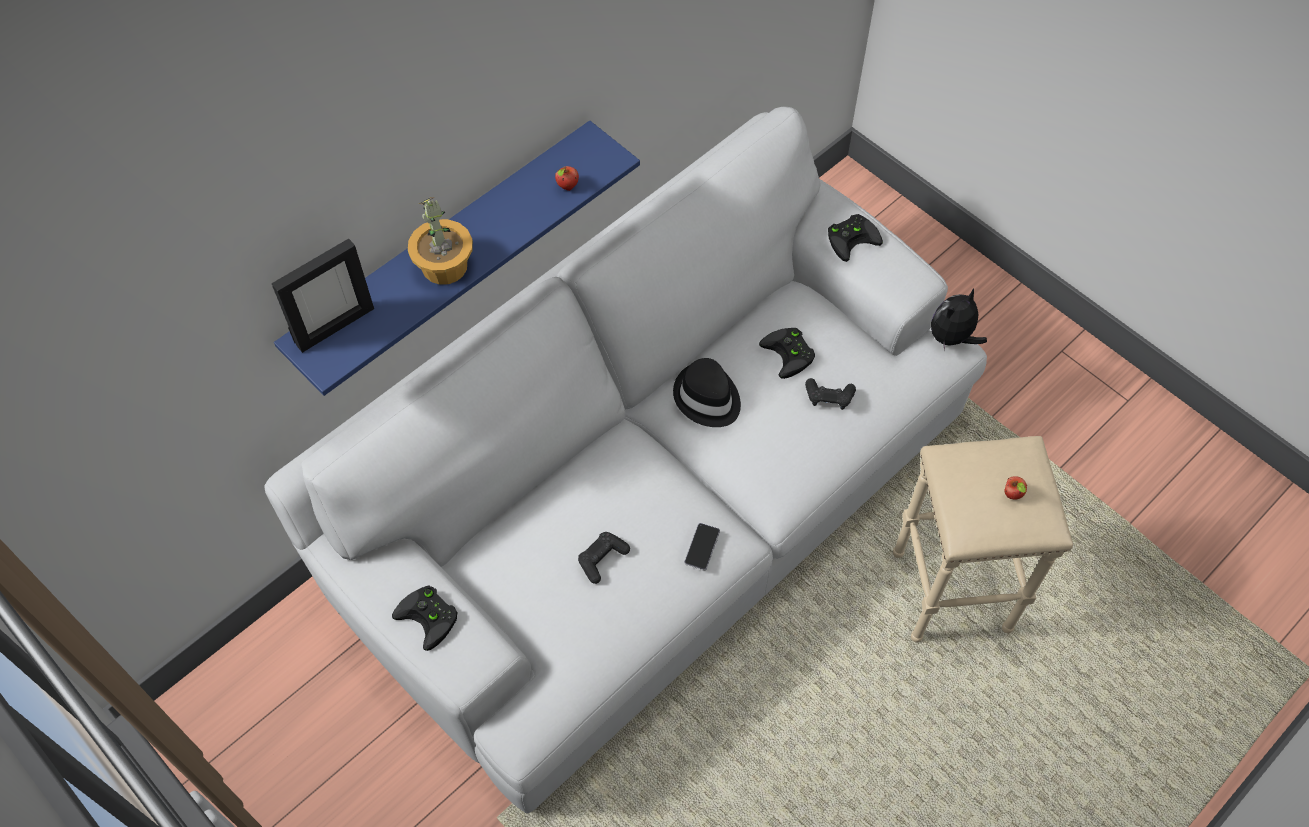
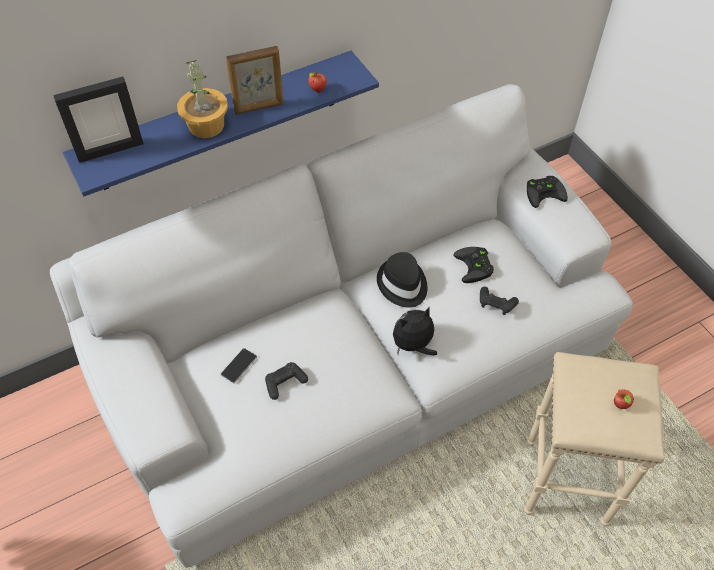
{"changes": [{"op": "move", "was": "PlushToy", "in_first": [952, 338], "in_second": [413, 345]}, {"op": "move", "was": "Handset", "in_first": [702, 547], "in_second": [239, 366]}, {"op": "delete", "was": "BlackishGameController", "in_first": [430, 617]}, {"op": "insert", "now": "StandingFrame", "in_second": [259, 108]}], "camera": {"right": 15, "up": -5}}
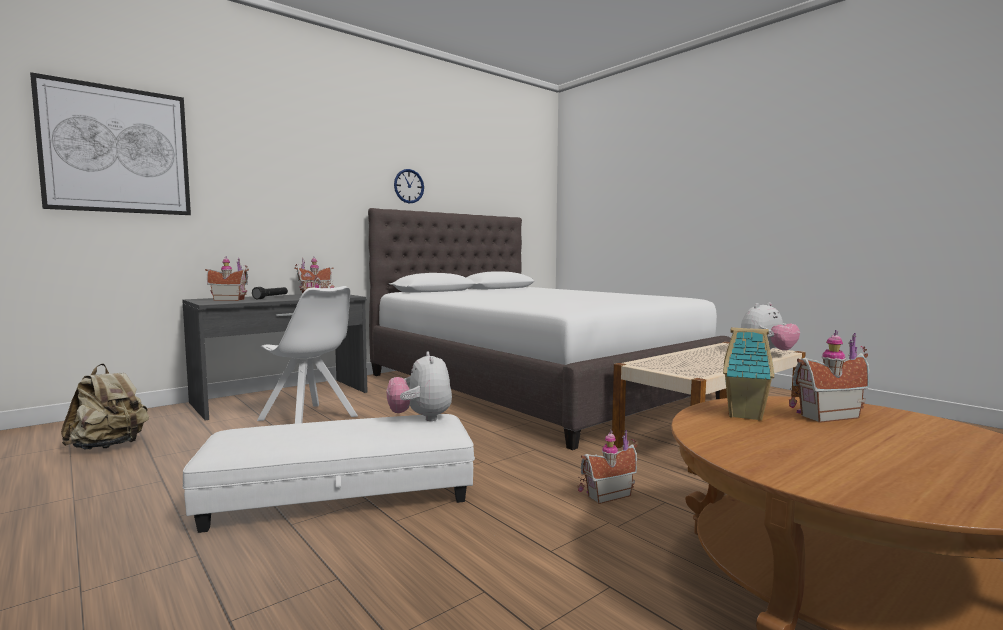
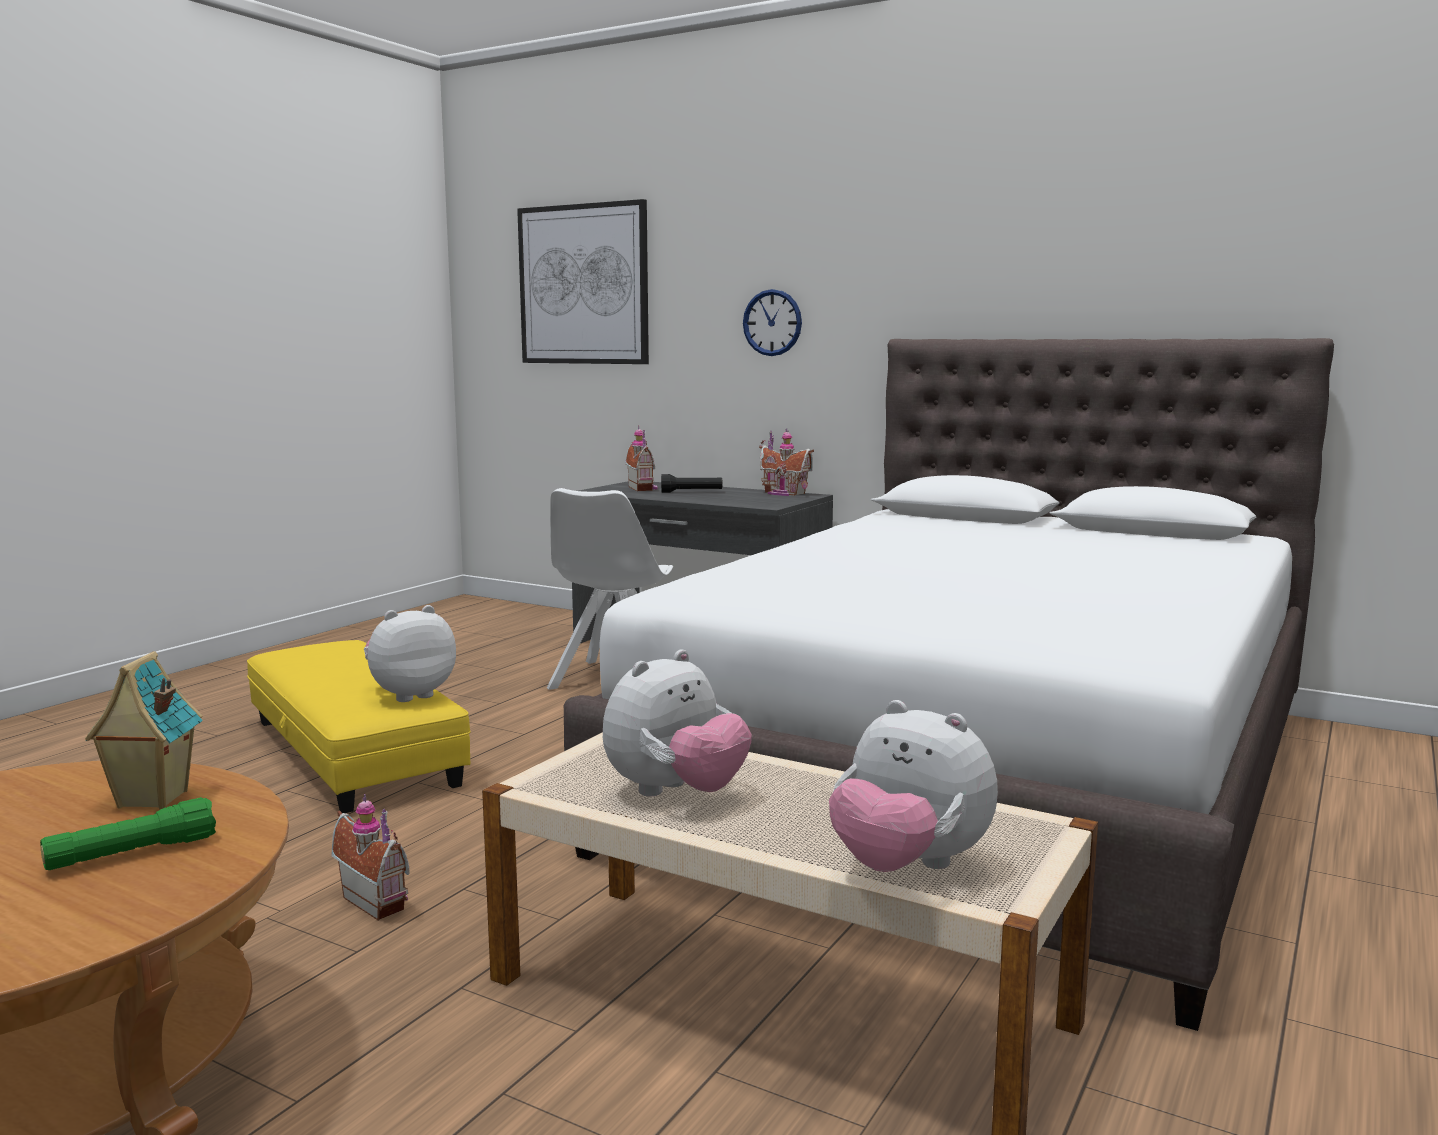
{"changes": [{"op": "move", "was": "WallClock", "in_first": [409, 186], "in_second": [772, 322]}, {"op": "replace", "was": "MiniatureHouse", "now": "GreenFlashlight", "in_first": [824, 415], "in_second": [132, 854]}, {"op": "delete", "was": "SandColouredRucksack", "in_first": [109, 446]}, {"op": "recolor", "was": "WhiteColouredOttoman", "now": "YellowOttoman", "in_first": [341, 495], "in_second": [353, 752]}, {"op": "insert", "now": "PlushToy", "in_second": [676, 793]}], "camera": {"right": 70, "up": 5}}
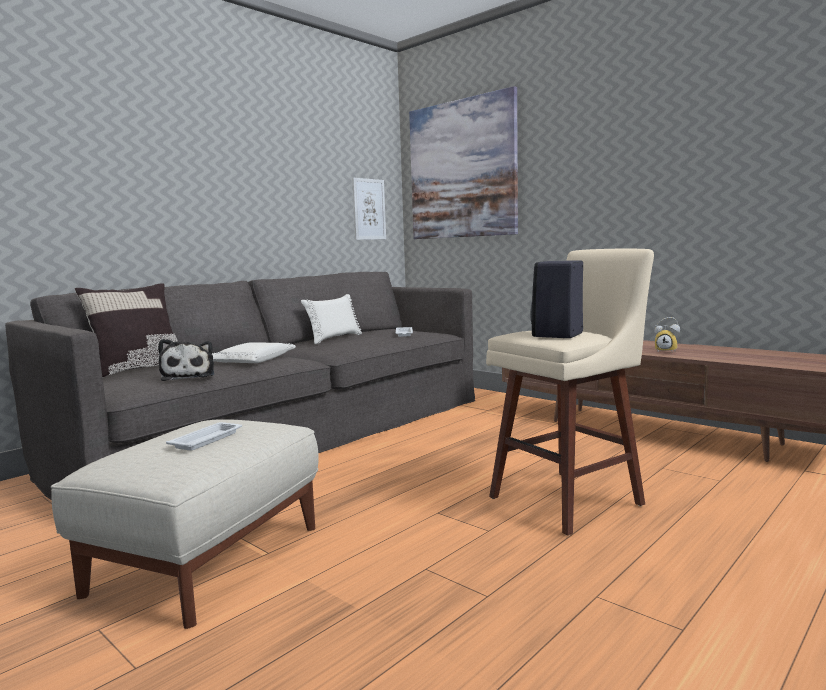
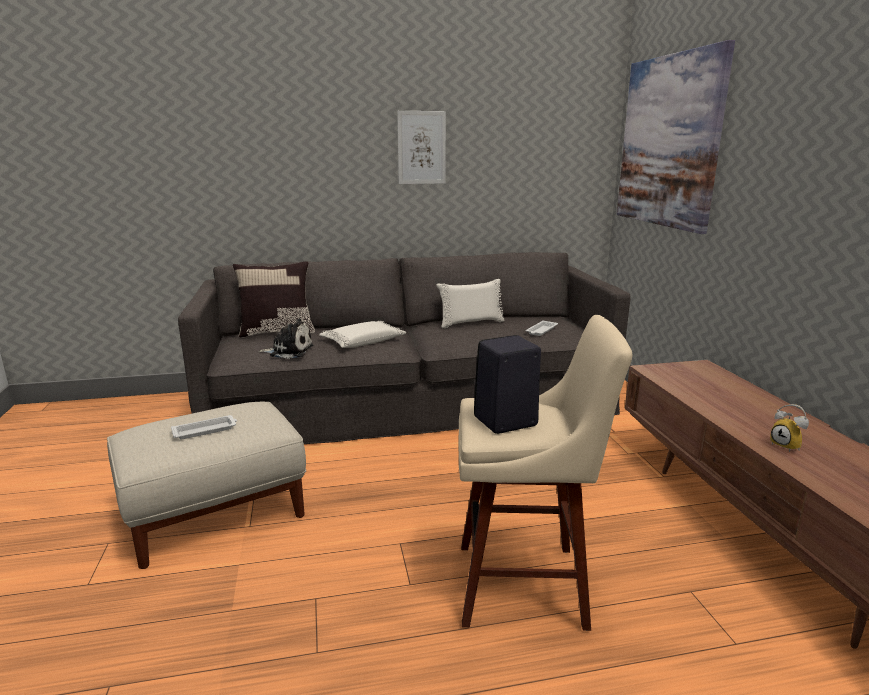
{"changes": [{"op": "move", "was": "WallPicture", "in_first": [369, 209], "in_second": [421, 148]}, {"op": "rotate", "was": "PlushToy", "in_first": [188, 376], "in_second": [289, 351], "clockwise": -105}], "camera": {"right": 35, "up": 10}}
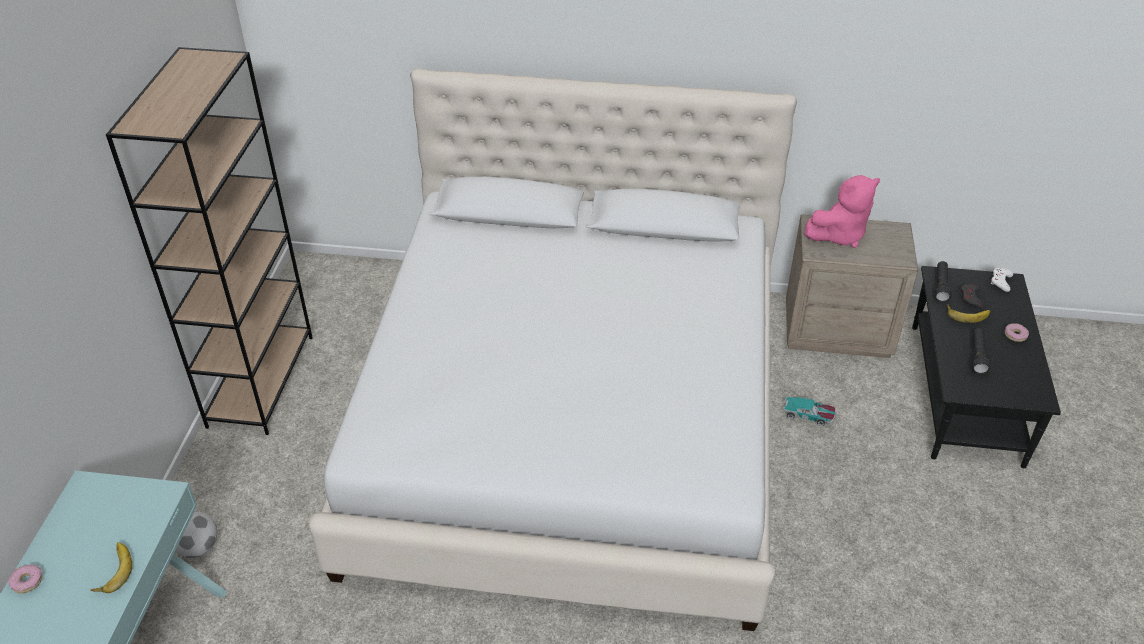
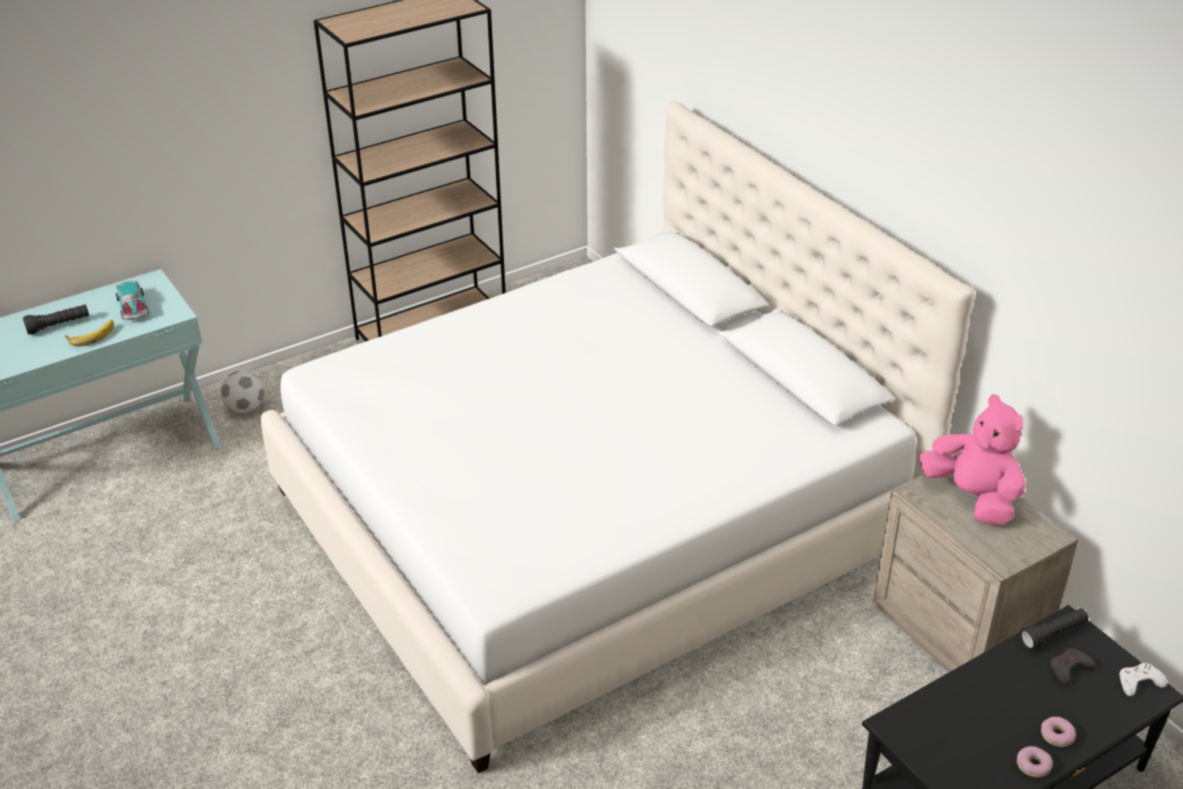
{"changes": [{"op": "rotate", "was": "PinkishPlushToy", "in_first": [839, 235], "in_second": [972, 498], "clockwise": -150}, {"op": "delete", "was": "BananaFruit", "in_first": [967, 314]}, {"op": "move", "was": "BlackishFlashlight", "in_first": [977, 356], "in_second": [58, 325]}, {"op": "move", "was": "MiniatureCar", "in_first": [808, 415], "in_second": [133, 307]}, {"op": "move", "was": "RingDoughnut", "in_first": [27, 581], "in_second": [1033, 765]}], "camera": {"right": 50, "up": -5}}
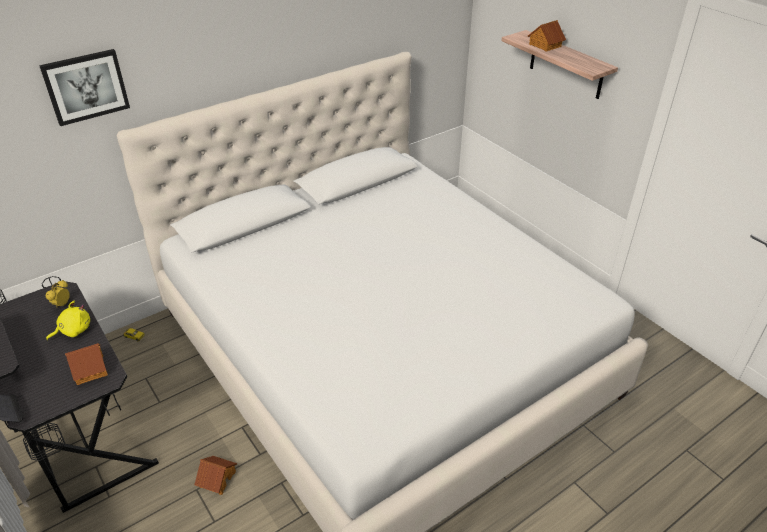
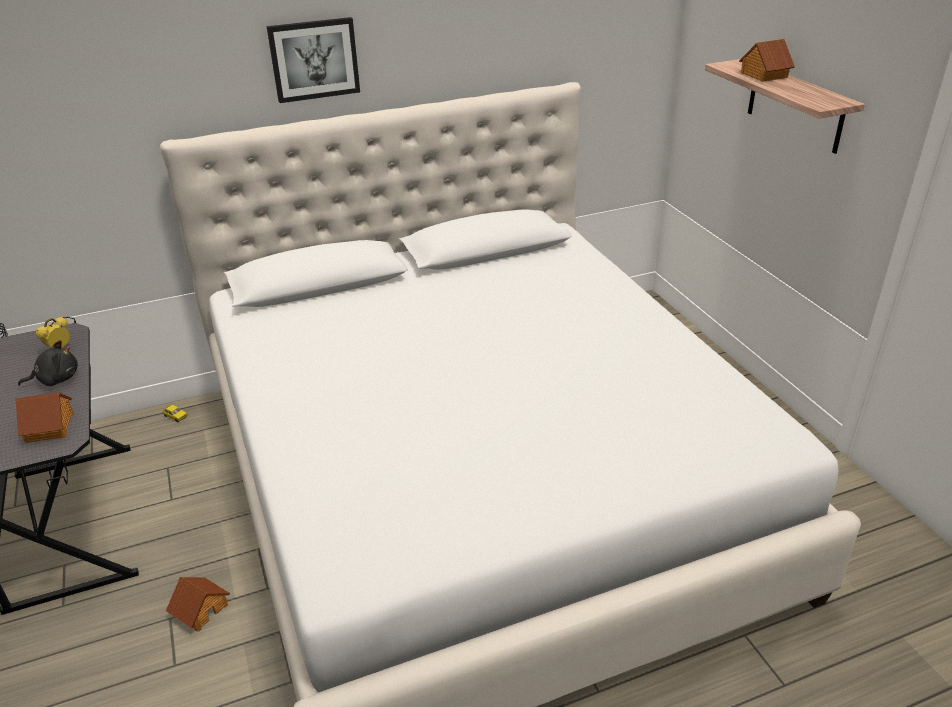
{"changes": [{"op": "move", "was": "WallPicture", "in_first": [86, 86], "in_second": [314, 59]}, {"op": "recolor", "was": "YellowPlushToy", "now": "BlackishPlushToy", "in_first": [73, 330], "in_second": [56, 379]}], "camera": {"right": 15, "up": -5}}
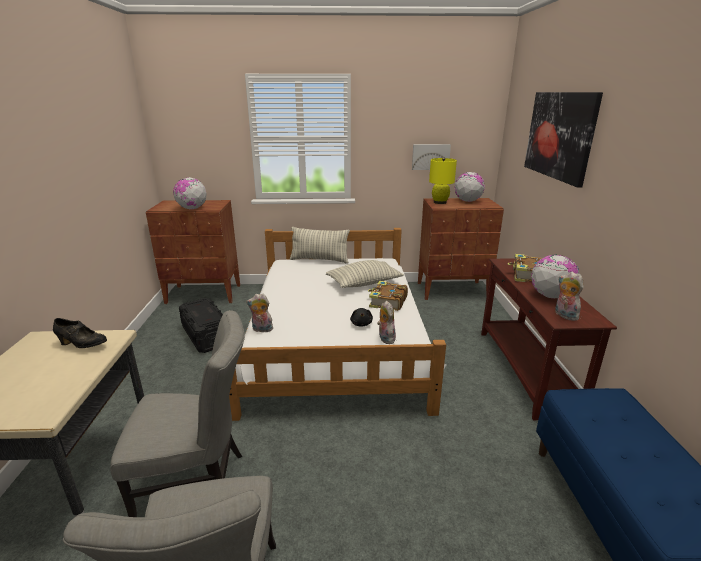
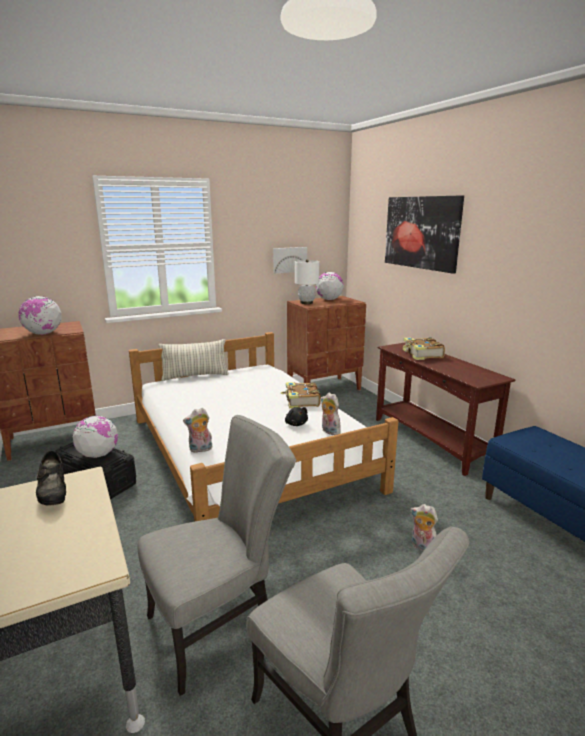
{"changes": [{"op": "recolor", "was": "YellowTableLamp", "now": "WhiteColouredTableLamp", "in_first": [440, 202], "in_second": [306, 303]}, {"op": "move", "was": "WorldGlobe", "in_first": [550, 296], "in_second": [98, 455]}, {"op": "delete", "was": "Pillow", "in_first": [364, 283]}, {"op": "move", "was": "PlushToy", "in_first": [564, 315], "in_second": [422, 547]}, {"op": "rotate", "was": "BlackishShoe", "in_first": [82, 345], "in_second": [53, 494], "clockwise": 75}], "camera": {"right": -25, "up": -5}}
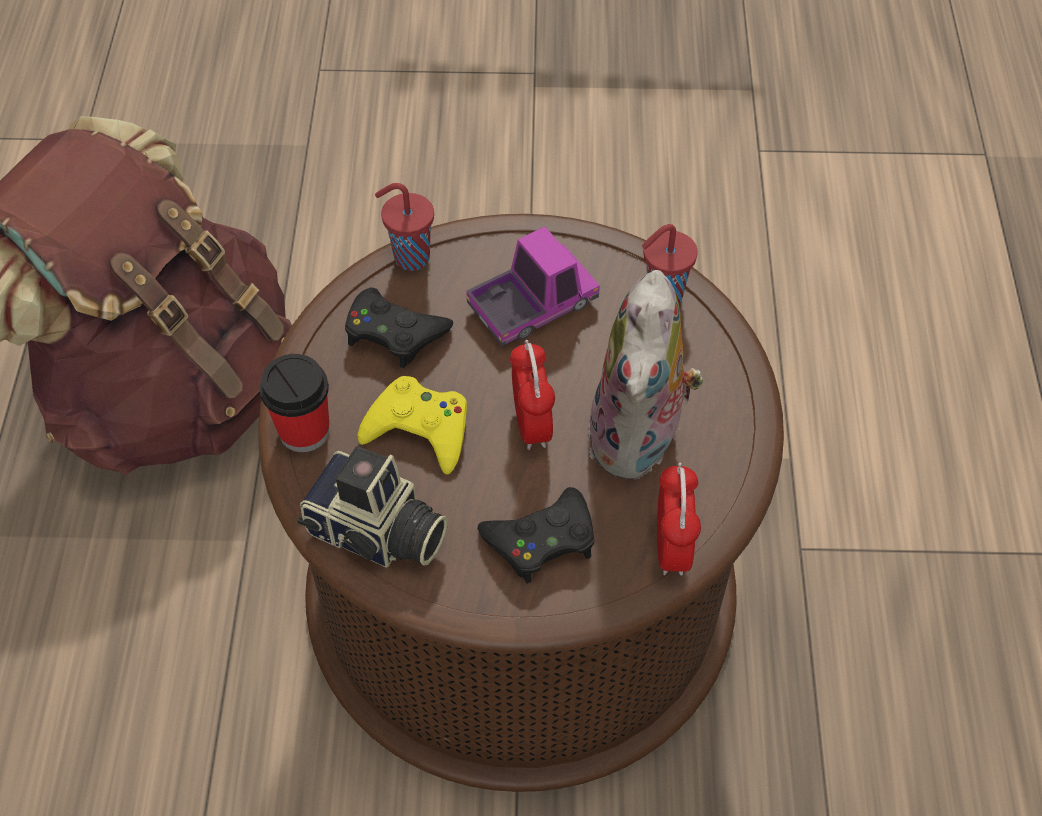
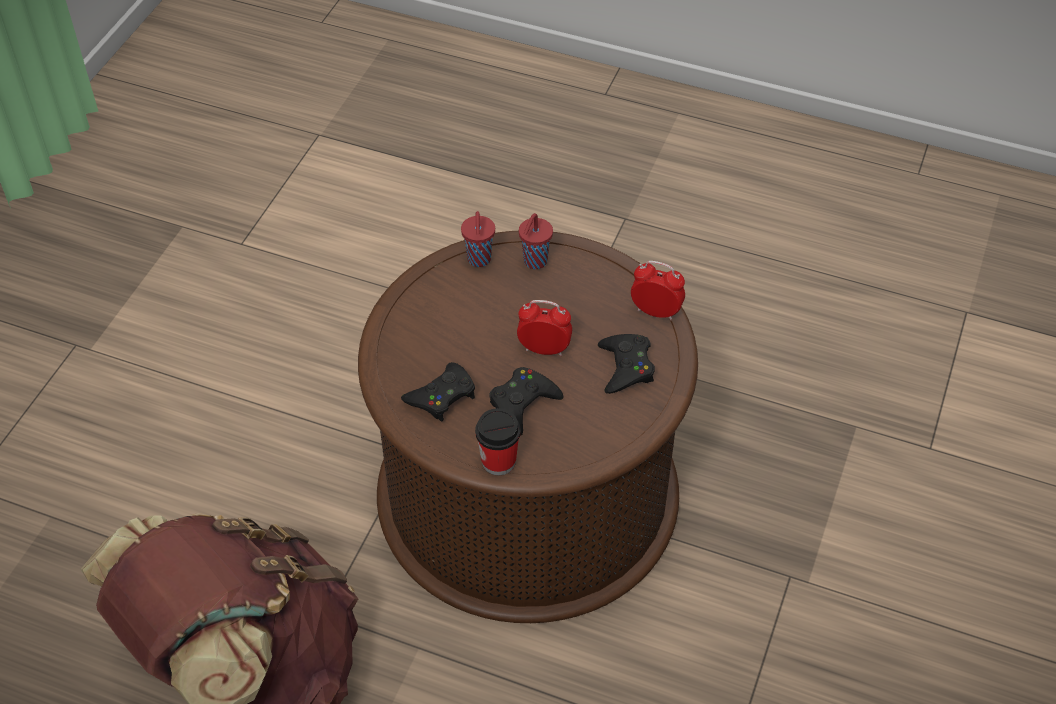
{"changes": [{"op": "move", "was": "ReddishCup", "in_first": [409, 257], "in_second": [534, 262]}, {"op": "delete", "was": "ModelTruck", "in_first": [532, 305]}, {"op": "delete", "was": "PlushToy", "in_first": [639, 439]}, {"op": "recolor", "was": "YellowGameController", "now": "BlackishGameController", "in_first": [419, 430], "in_second": [523, 404]}, {"op": "delete", "was": "StillCamera", "in_first": [376, 535]}], "camera": {"right": -70, "up": -5}}
